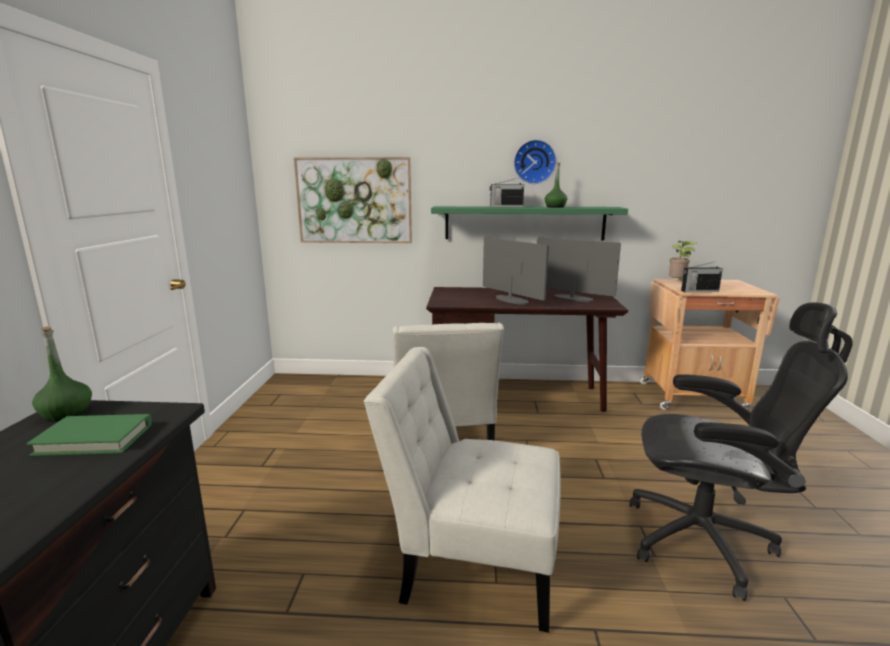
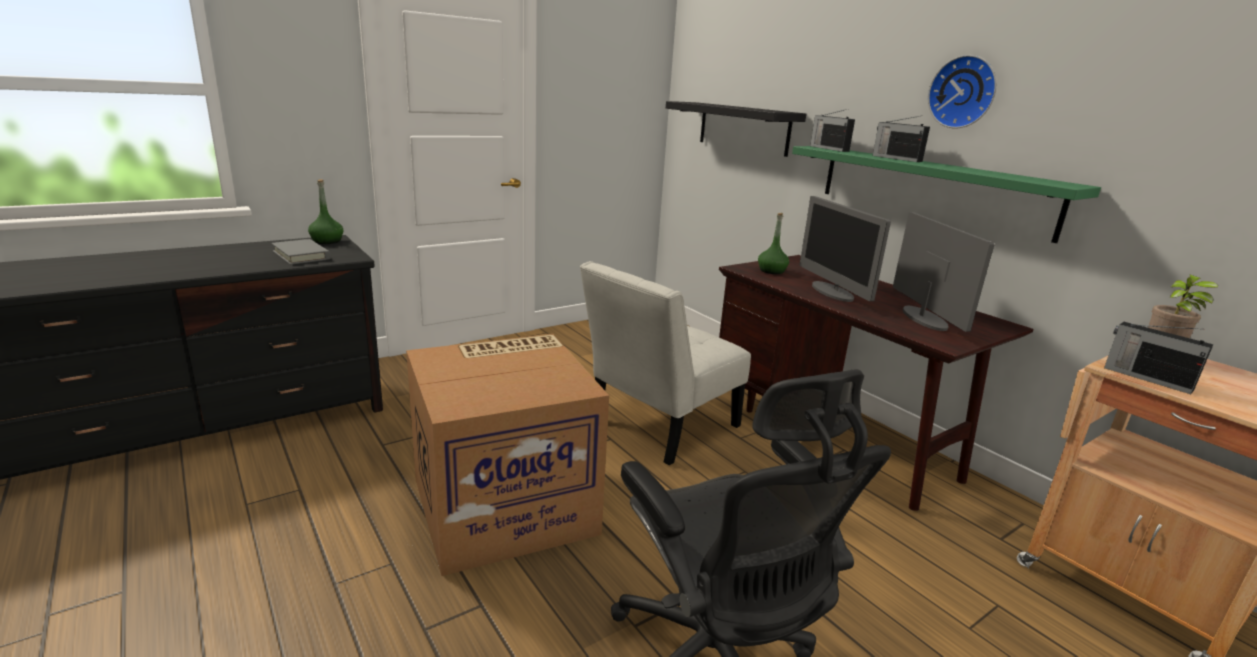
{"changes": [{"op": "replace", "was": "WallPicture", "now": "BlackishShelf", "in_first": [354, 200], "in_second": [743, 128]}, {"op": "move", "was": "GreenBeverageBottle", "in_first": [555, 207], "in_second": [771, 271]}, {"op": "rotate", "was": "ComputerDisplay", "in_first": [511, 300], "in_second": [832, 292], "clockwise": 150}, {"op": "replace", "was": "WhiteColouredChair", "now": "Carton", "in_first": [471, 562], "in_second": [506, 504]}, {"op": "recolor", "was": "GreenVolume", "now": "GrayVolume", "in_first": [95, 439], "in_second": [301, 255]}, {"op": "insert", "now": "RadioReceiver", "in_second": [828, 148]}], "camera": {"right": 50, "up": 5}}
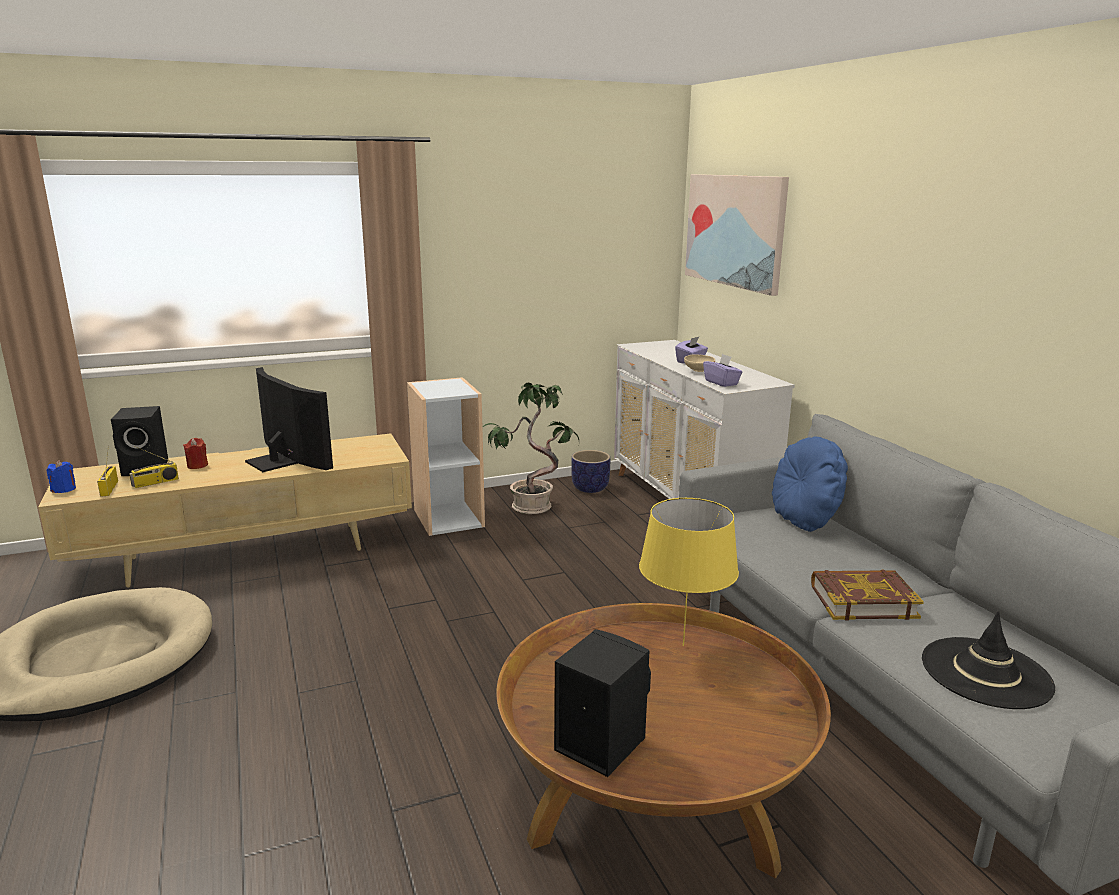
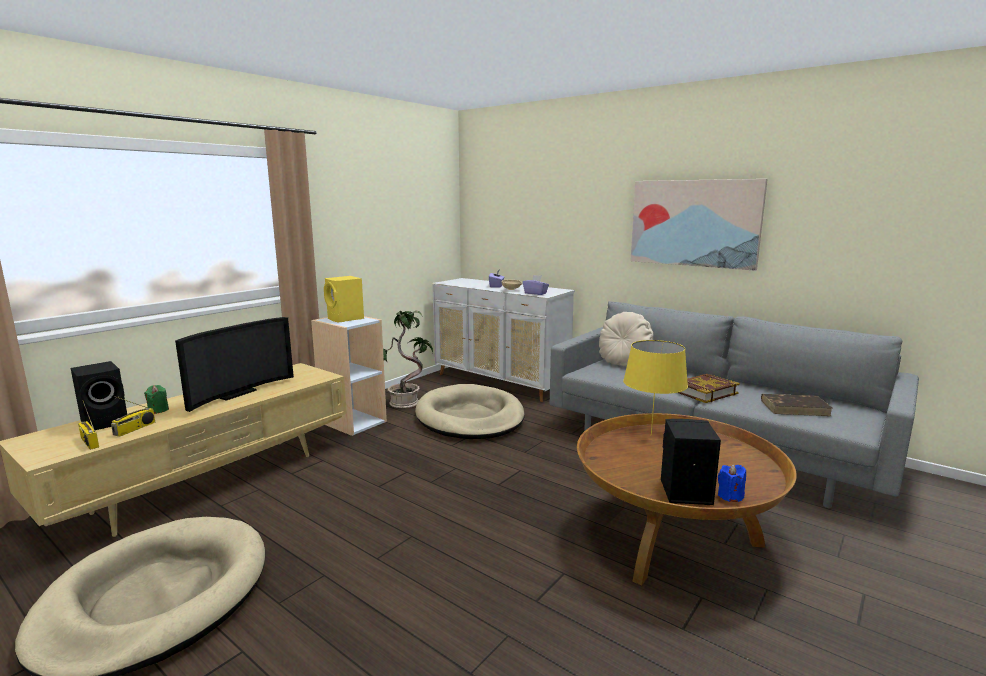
{"changes": [{"op": "move", "was": "WallPicture", "in_first": [735, 230], "in_second": [694, 223]}, {"op": "rotate", "was": "Tv", "in_first": [280, 460], "in_second": [234, 393], "clockwise": 105}, {"op": "recolor", "was": "BluePillow", "now": "SandColouredPillow", "in_first": [804, 521], "in_second": [624, 364]}, {"op": "recolor", "was": "ReddishWaxLight", "now": "GreenWaxLight", "in_first": [197, 465], "in_second": [158, 410]}, {"op": "delete", "was": "FlowerPot", "in_first": [590, 488]}, {"op": "move", "was": "BlueWaxLight", "in_first": [64, 489], "in_second": [730, 496]}, {"op": "replace", "was": "BlackishClothingHat", "now": "BrownishVolume", "in_first": [986, 673], "in_second": [795, 408]}, {"op": "insert", "now": "YellowLoudspeaker", "in_second": [345, 319]}, {"op": "insert", "now": "SandColouredPetBed", "in_second": [470, 417]}], "camera": {"right": -30, "up": -5}}
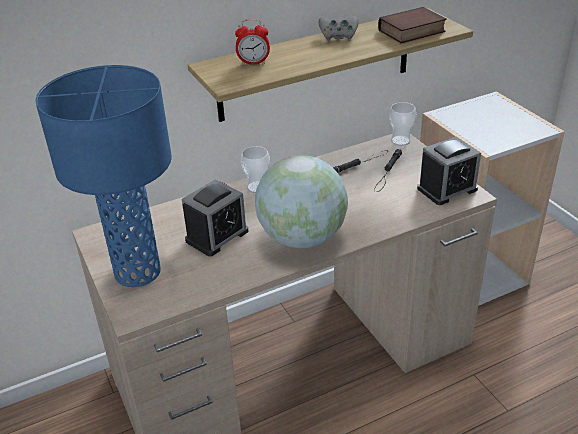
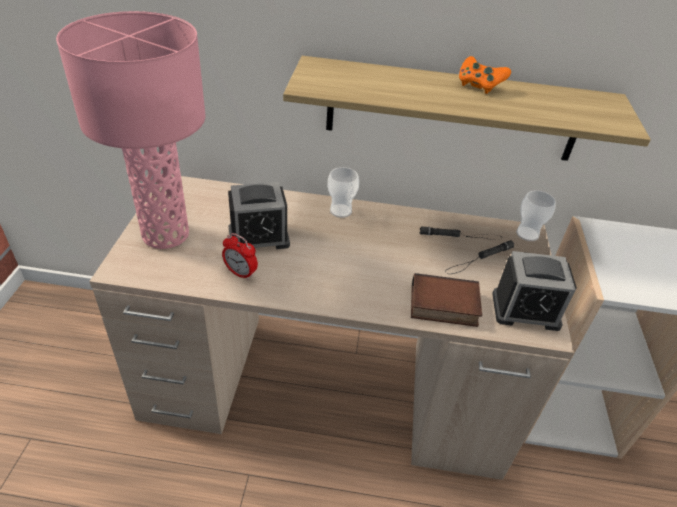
{"changes": [{"op": "move", "was": "Volume", "in_first": [412, 32], "in_second": [442, 306]}, {"op": "recolor", "was": "GrayGameController", "now": "OrangeyGameController", "in_first": [338, 37], "in_second": [479, 86]}, {"op": "move", "was": "BedsideClock", "in_first": [253, 63], "in_second": [240, 273]}, {"op": "recolor", "was": "BlueTableLamp", "now": "PinkishTableLamp", "in_first": [137, 271], "in_second": [165, 233]}, {"op": "delete", "was": "WorldGlobe", "in_first": [302, 238]}], "camera": {"right": 30, "up": 5}}
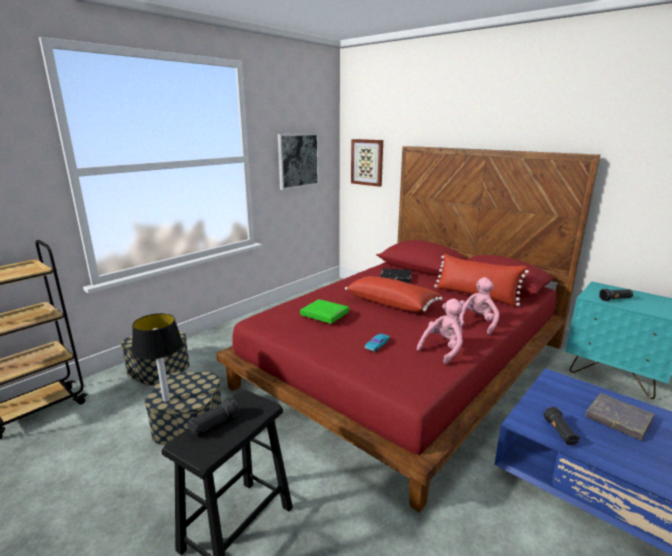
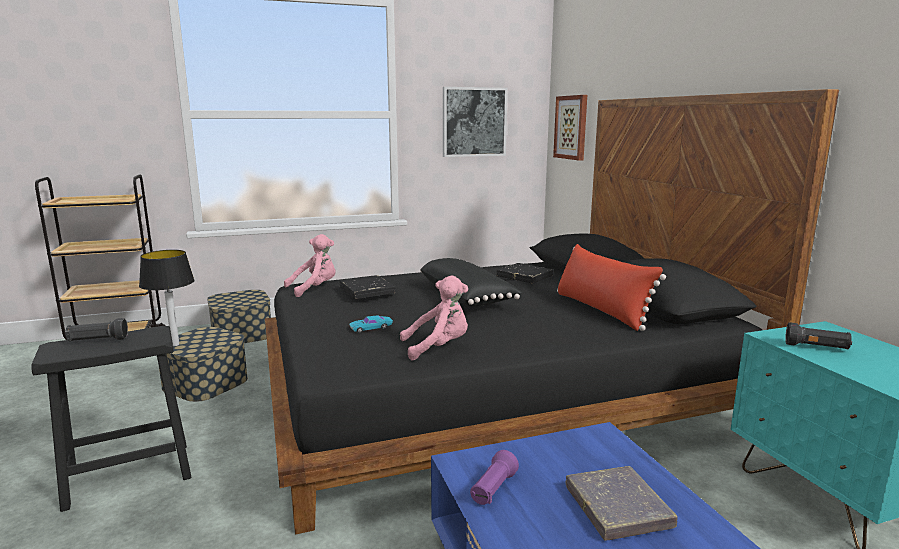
{"changes": [{"op": "recolor", "was": "ReddishSleepingBed", "now": "BlackishSleepingBed", "in_first": [406, 365], "in_second": [493, 395]}, {"op": "recolor", "was": "ReddishPillow", "now": "BlackishPillow", "in_first": [392, 303], "in_second": [467, 297]}, {"op": "move", "was": "PinkishPlushToy", "in_first": [477, 323], "in_second": [314, 289]}, {"op": "recolor", "was": "GreenVolume", "now": "BlackishVolume", "in_first": [324, 314], "in_second": [366, 291]}, {"op": "recolor", "was": "BlackishFlashlight", "now": "PurpleColouredFlashlight", "in_first": [560, 433], "in_second": [493, 489]}], "camera": {"right": 30, "up": -5}}
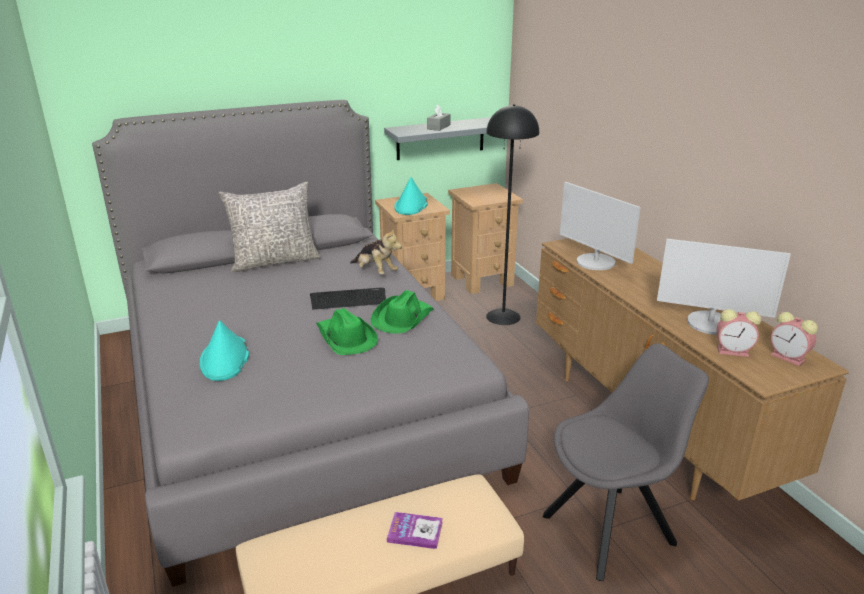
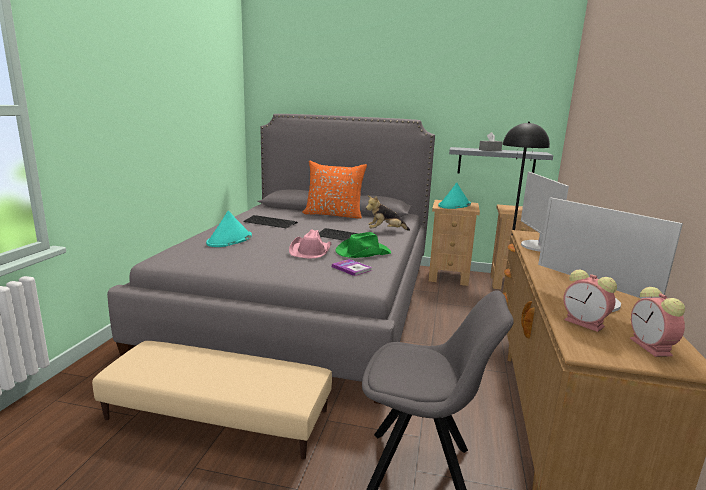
{"changes": [{"op": "recolor", "was": "GrayPillow", "now": "OrangeyPillow", "in_first": [274, 261], "in_second": [333, 215]}, {"op": "rotate", "was": "PlushToy", "in_first": [375, 272], "in_second": [385, 231], "clockwise": 90}, {"op": "recolor", "was": "GreenClothingHat", "now": "PinkishClothingHat", "in_first": [345, 338], "in_second": [311, 251]}, {"op": "move", "was": "Volume", "in_first": [415, 531], "in_second": [351, 268]}, {"op": "insert", "now": "Keyboard", "in_second": [270, 223]}], "camera": {"right": 35, "up": -10}}
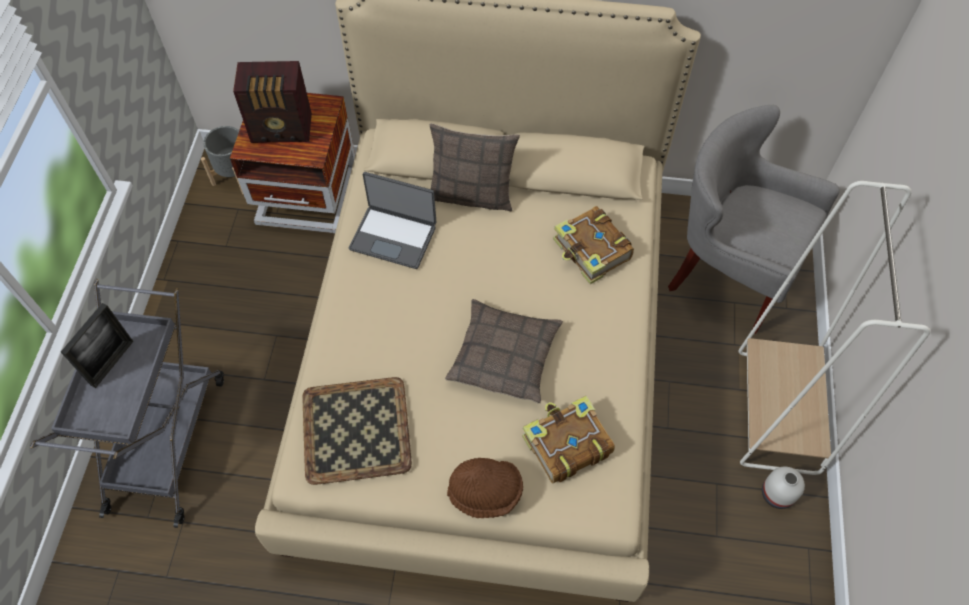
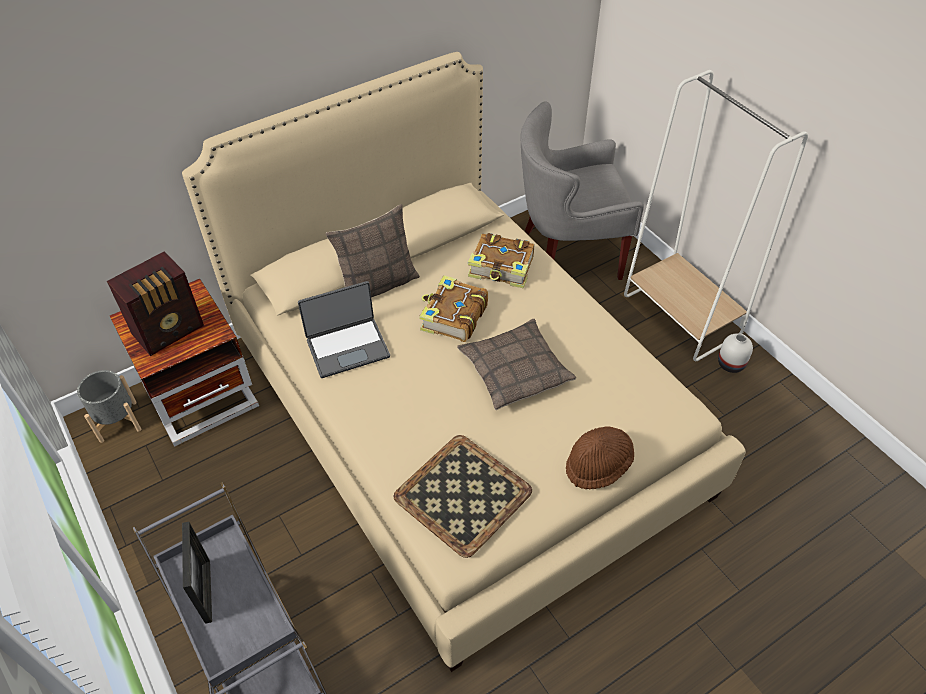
{"changes": [{"op": "move", "was": "Volume", "in_first": [565, 444], "in_second": [453, 317]}], "camera": {"right": -40, "up": -10}}
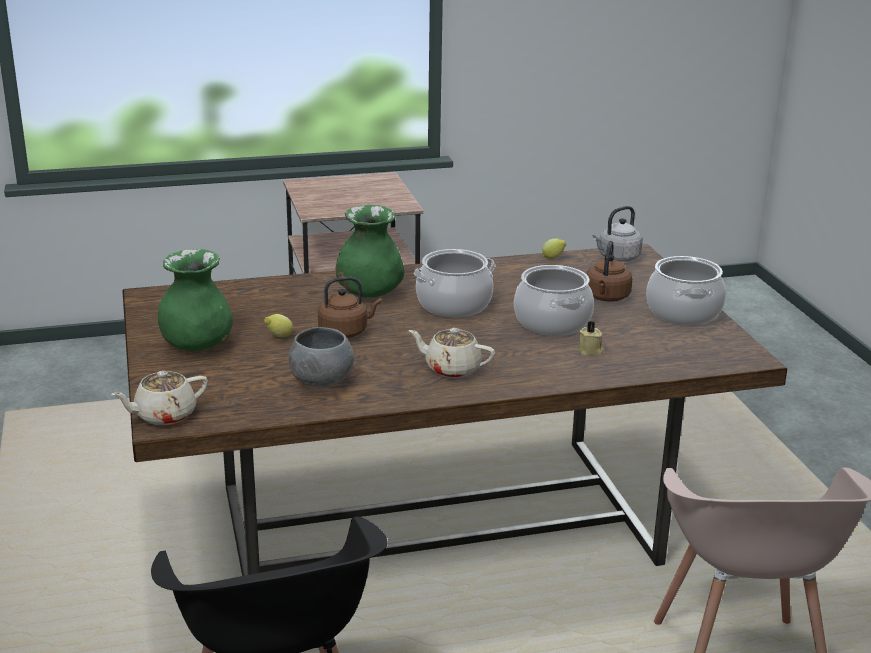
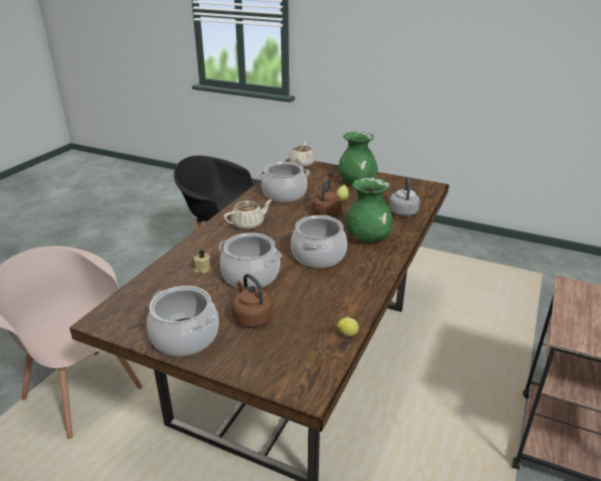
{"changes": [{"op": "move", "was": "GrayTeaKettle", "in_first": [617, 258], "in_second": [403, 211]}, {"op": "replace", "was": "GrayDeepDish", "now": "CookingPot", "in_first": [321, 381], "in_second": [284, 194]}], "camera": {"right": 130, "up": 5}}
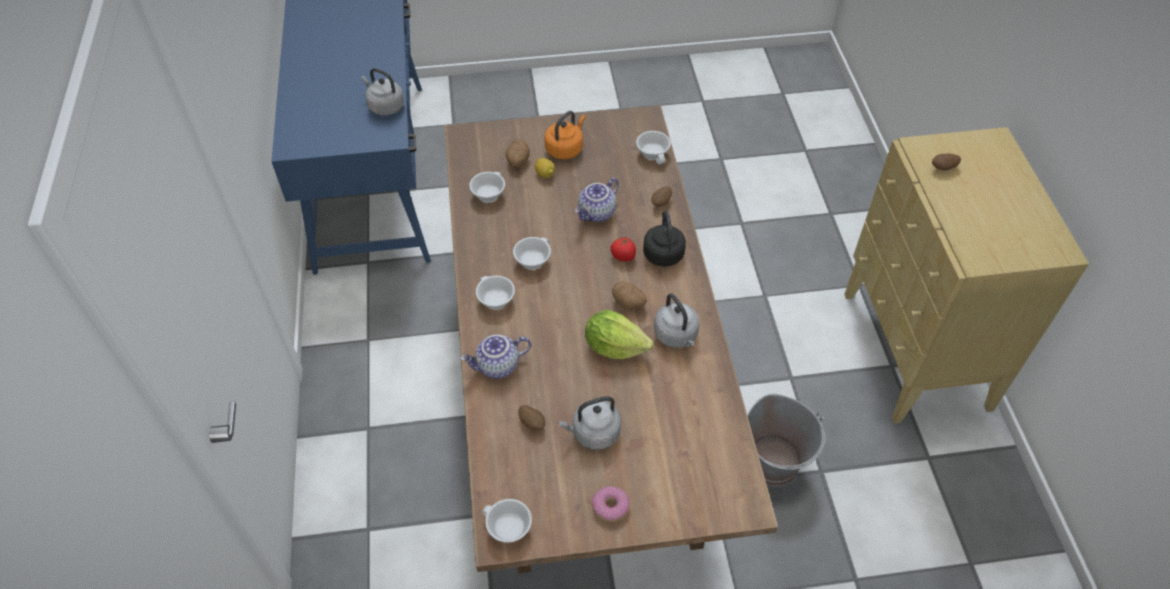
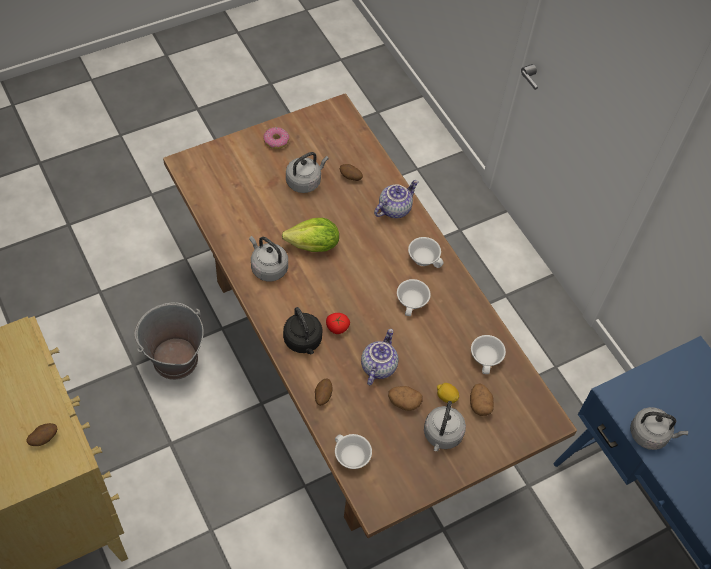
{"changes": [{"op": "recolor", "was": "OrangeyTeaKettle", "now": "GrayTeaKettle", "in_first": [565, 148], "in_second": [442, 435]}, {"op": "move", "was": "Spud", "in_first": [629, 303], "in_second": [404, 402]}, {"op": "delete", "was": "WhiteColouredCup", "in_first": [507, 529]}], "camera": {"right": 155, "up": 5}}
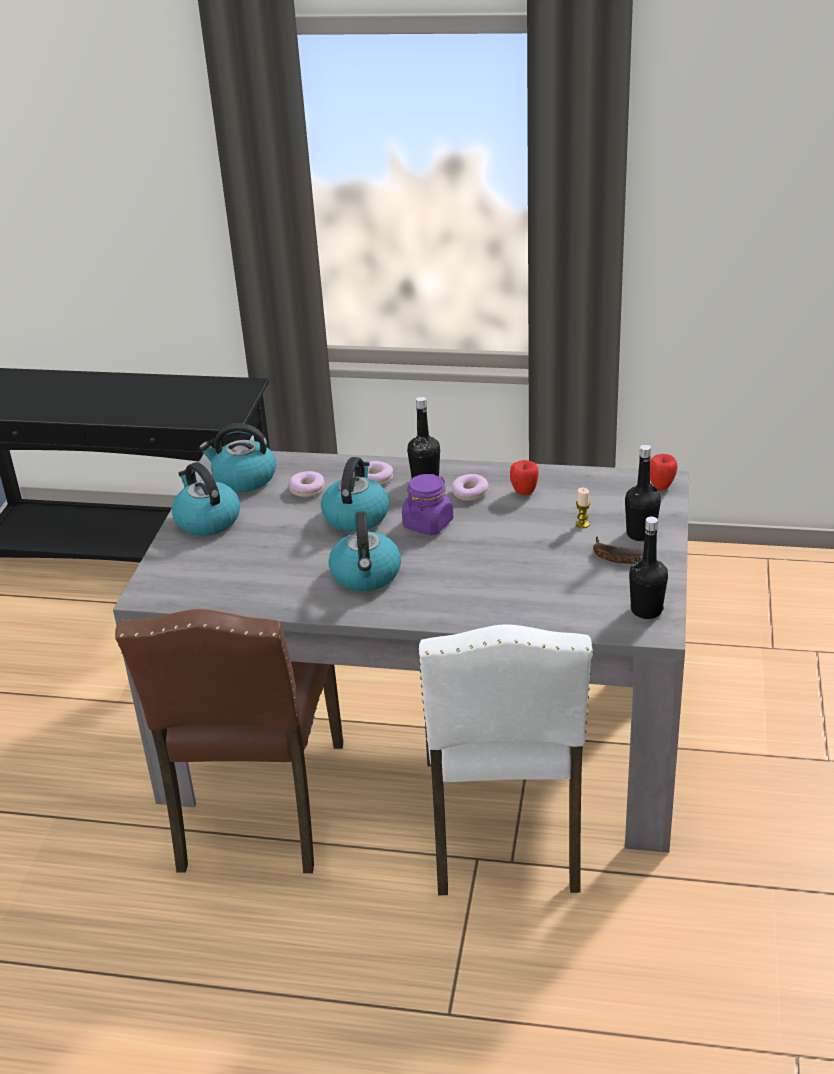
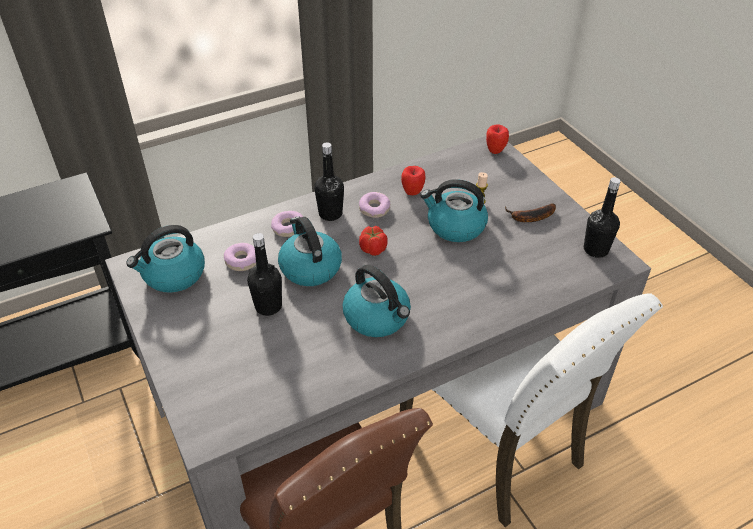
{"changes": [{"op": "move", "was": "BlackishBeverageBottle", "in_first": [641, 534], "in_second": [268, 306]}, {"op": "move", "was": "TeaKettle", "in_first": [207, 520], "in_second": [455, 226]}, {"op": "replace", "was": "PurpleColouredStorageJar", "now": "WholeTomato", "in_first": [428, 524], "in_second": [373, 249]}], "camera": {"right": -40, "up": 10}}
